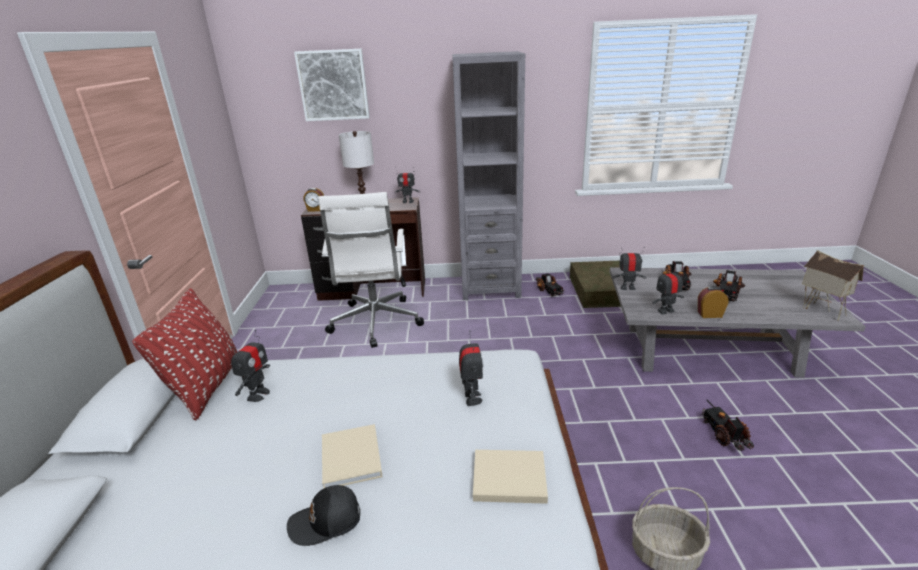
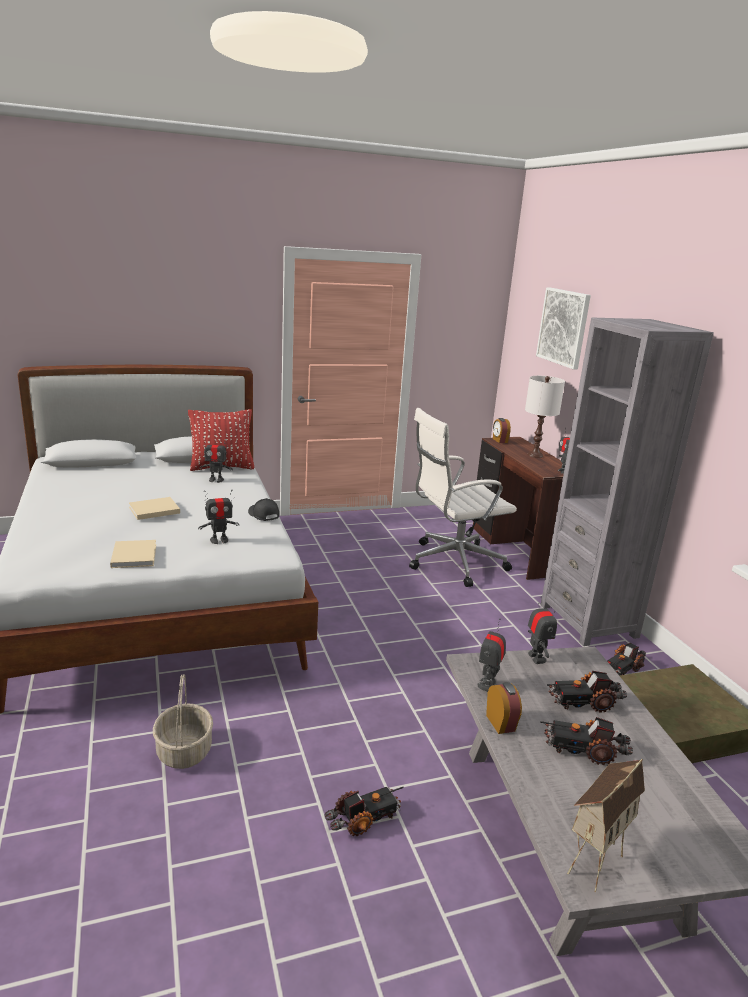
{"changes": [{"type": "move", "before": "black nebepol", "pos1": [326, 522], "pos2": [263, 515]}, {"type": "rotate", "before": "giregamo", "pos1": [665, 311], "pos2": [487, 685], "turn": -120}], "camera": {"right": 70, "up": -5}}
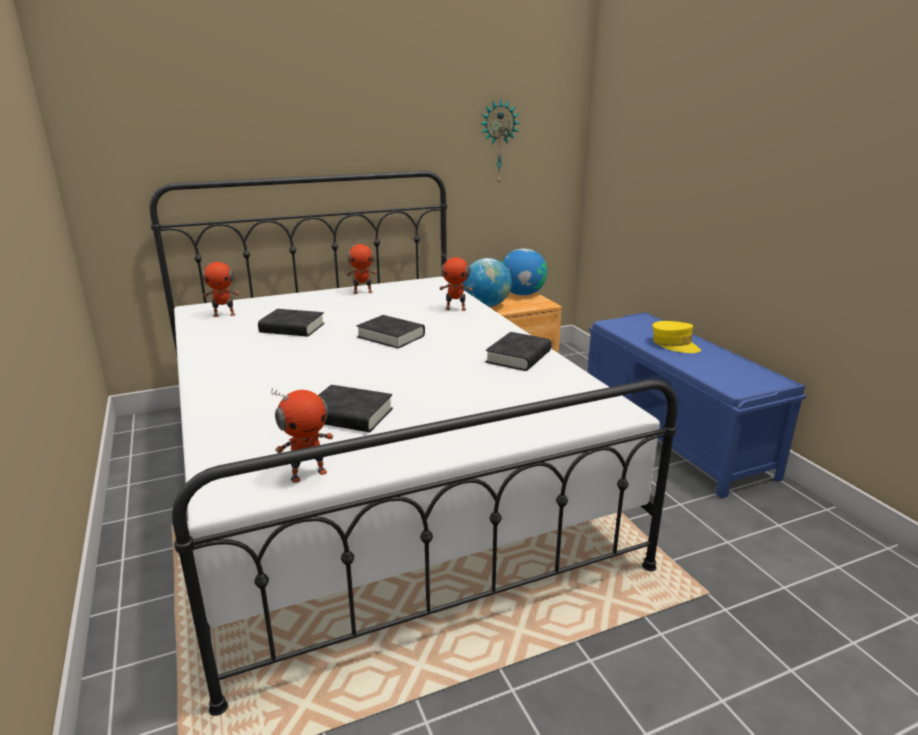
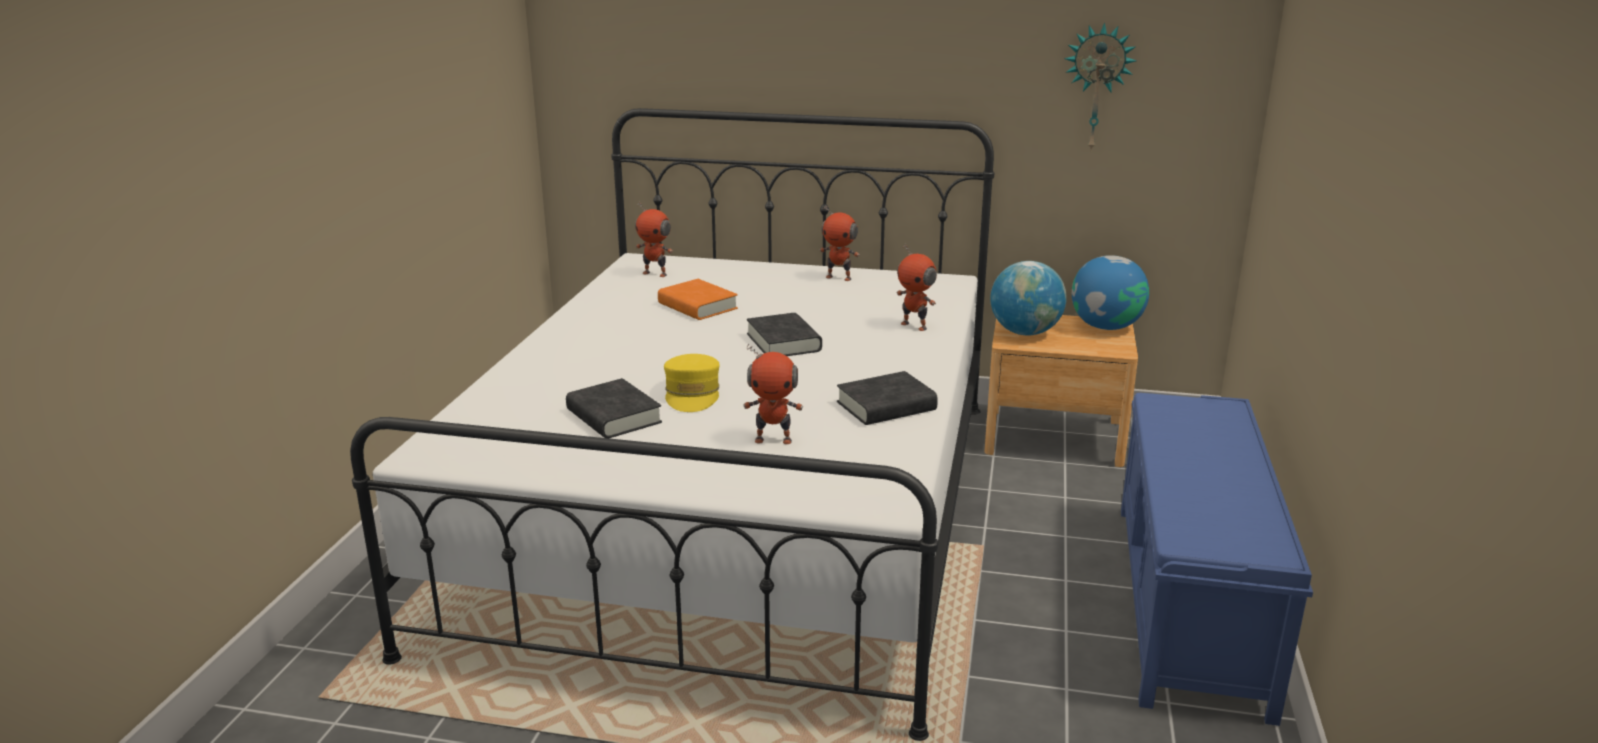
{"changes": [{"type": "recolor", "before": "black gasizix", "after": "orange gasizix", "pos1": [292, 328], "pos2": [697, 306]}, {"type": "move", "before": "yellow nebepol", "pos1": [674, 344], "pos2": [692, 394]}, {"type": "move", "before": "giregamo", "pos1": [308, 474], "pos2": [773, 440]}], "camera": {"right": 35, "up": 0}}
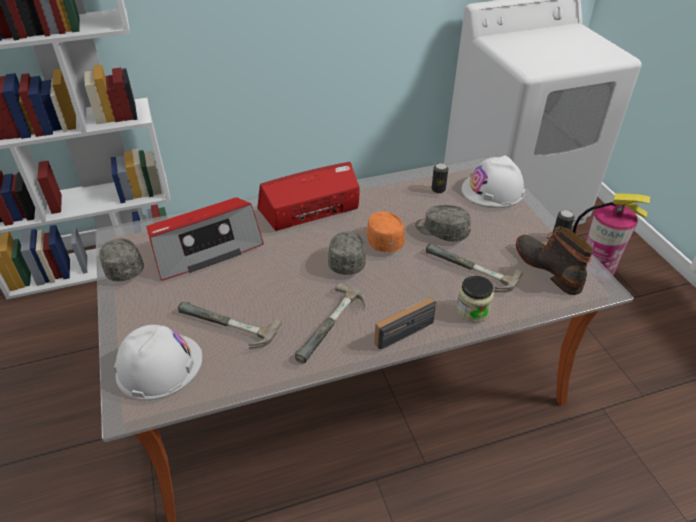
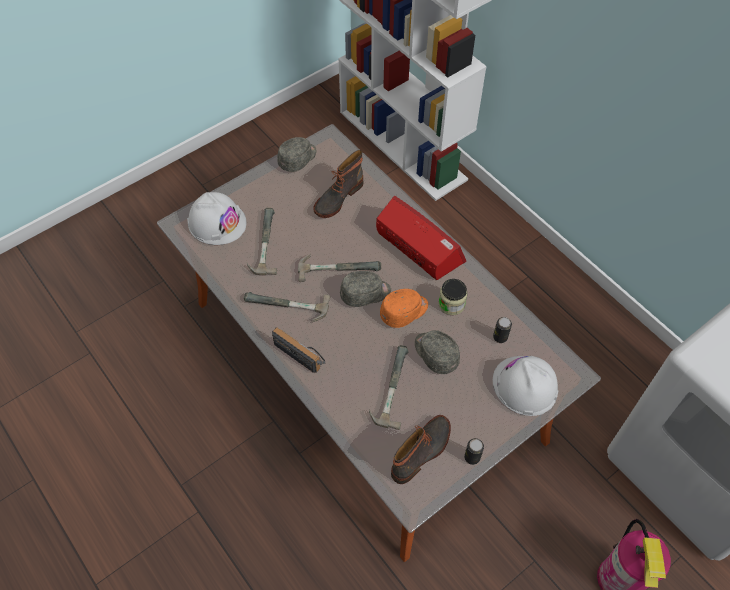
{"changes": [{"type": "insert", "after": "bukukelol", "pos2": [338, 265]}, {"type": "replace", "before": "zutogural", "after": "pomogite", "pos1": [206, 248], "pos2": [337, 197]}, {"type": "rotate", "before": "grey nebepol", "pos1": [441, 231], "pos2": [435, 354], "turn": -45}, {"type": "move", "before": "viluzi", "pos1": [472, 311], "pos2": [451, 304]}], "camera": {"right": 70, "up": 15}}
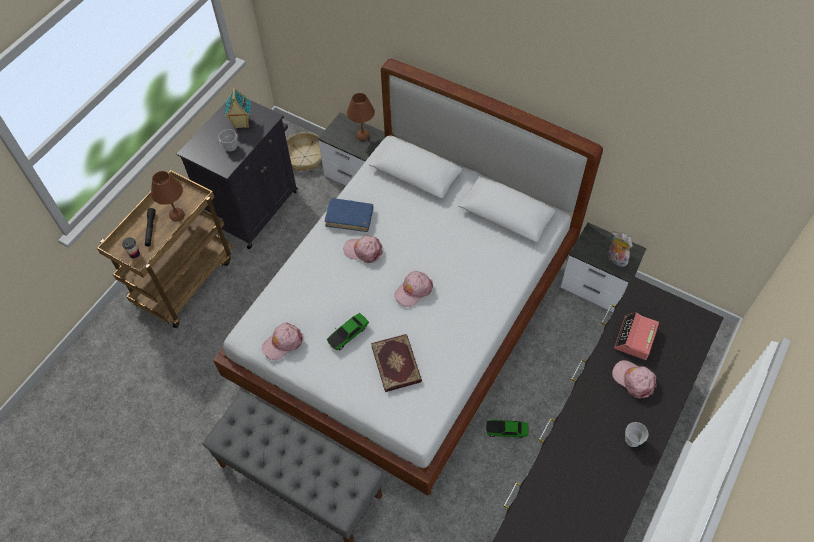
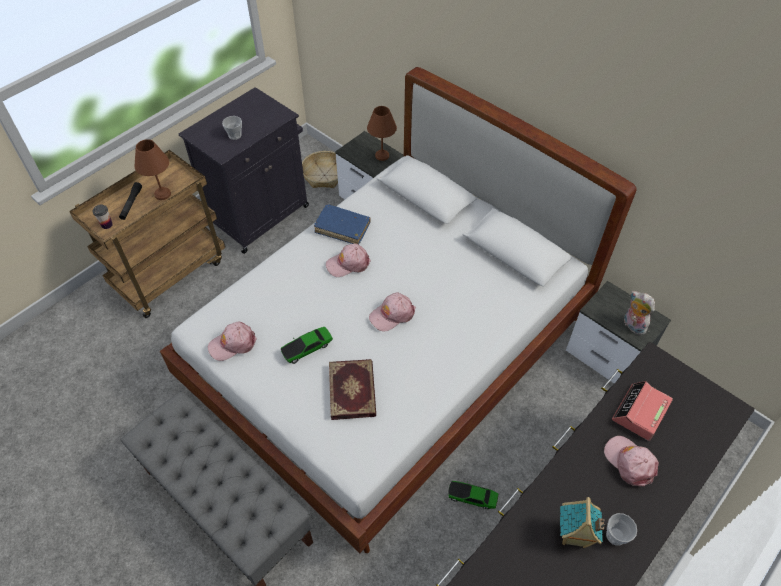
{"changes": [{"type": "rotate", "before": "pink nebepol", "pos1": [363, 250], "pos2": [348, 263], "turn": -45}, {"type": "move", "before": "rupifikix", "pos1": [241, 123], "pos2": [573, 536]}], "camera": {"right": 10, "up": -5}}
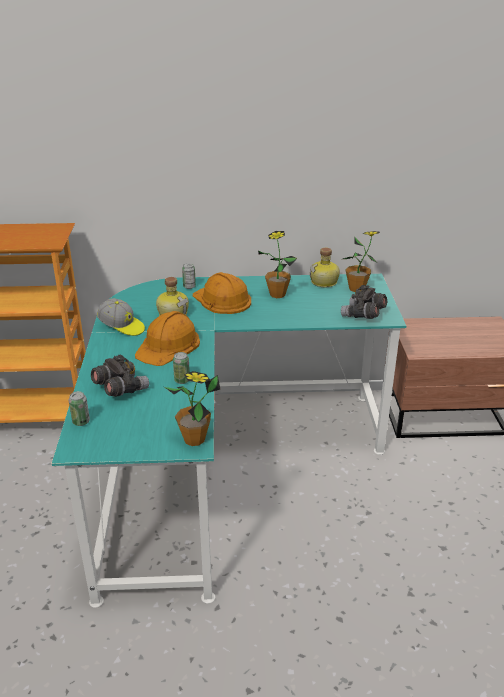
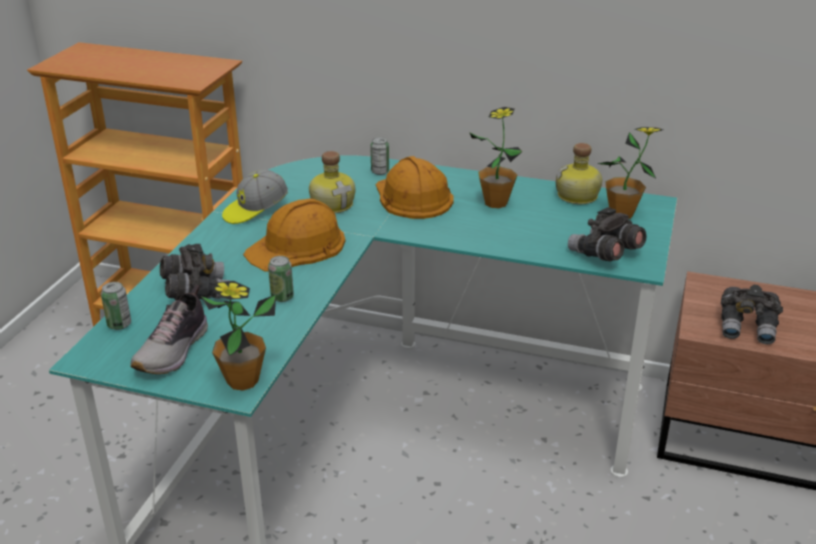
{"changes": [{"type": "insert", "after": "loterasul", "pos2": [174, 350]}, {"type": "rotate", "before": "nebepol", "pos1": [122, 327], "pos2": [255, 210], "turn": 90}, {"type": "insert", "after": "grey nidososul", "pos2": [747, 327]}], "camera": {"right": 20, "up": 0}}
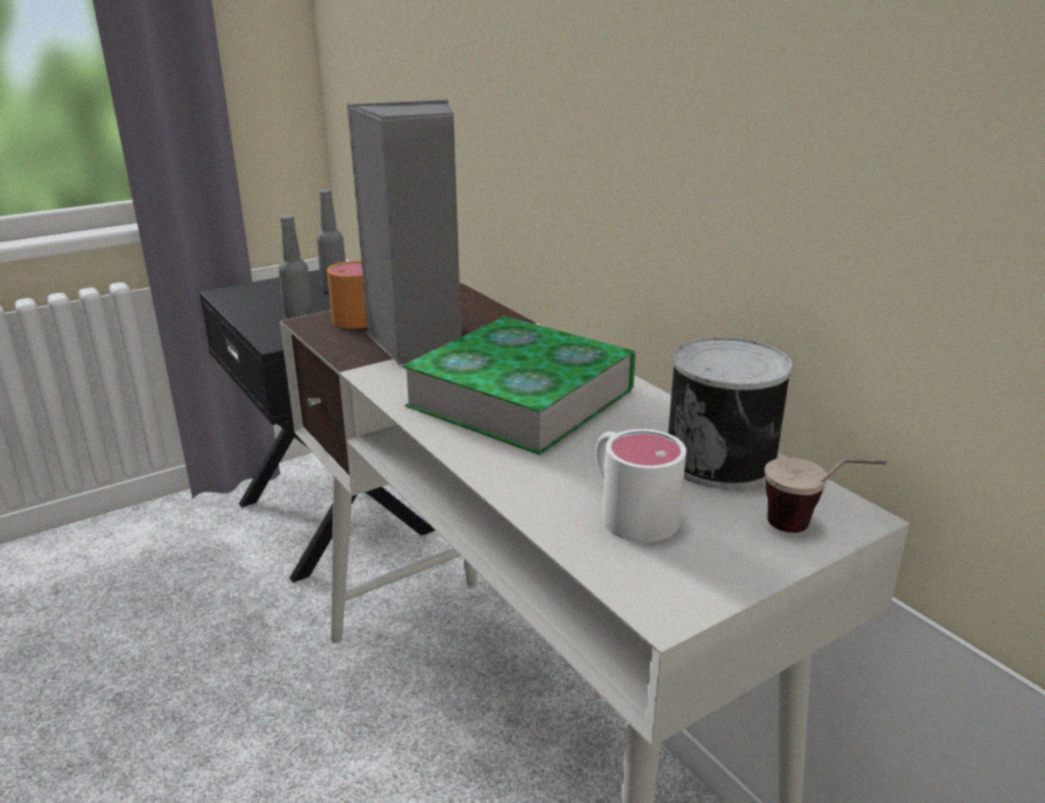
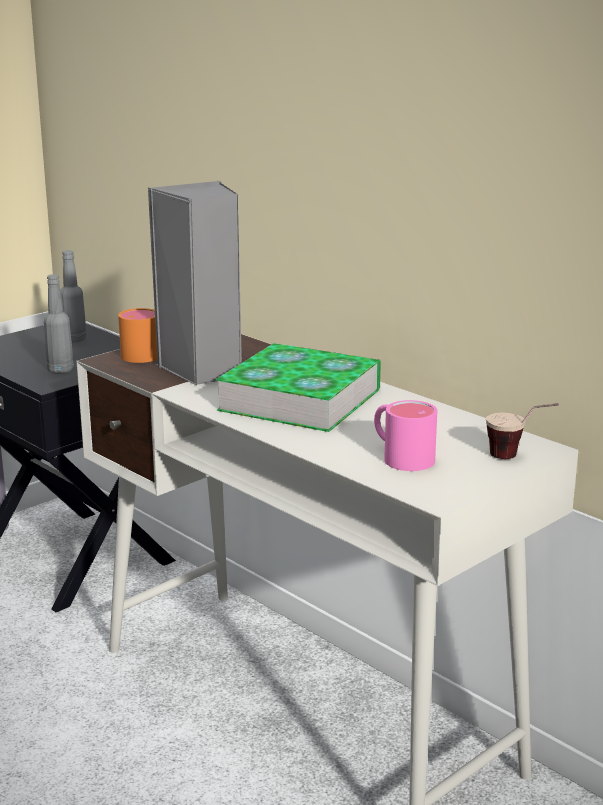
{"changes": [{"type": "recolor", "before": "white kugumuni", "after": "pink kugumuni", "pos1": [629, 510], "pos2": [400, 456]}, {"type": "delete", "before": "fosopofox", "pos1": [722, 459]}], "camera": {"right": -10, "up": -5}}
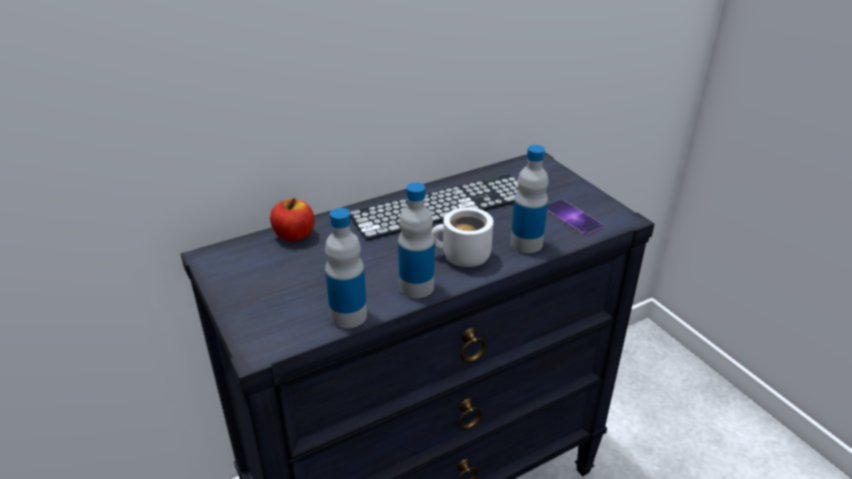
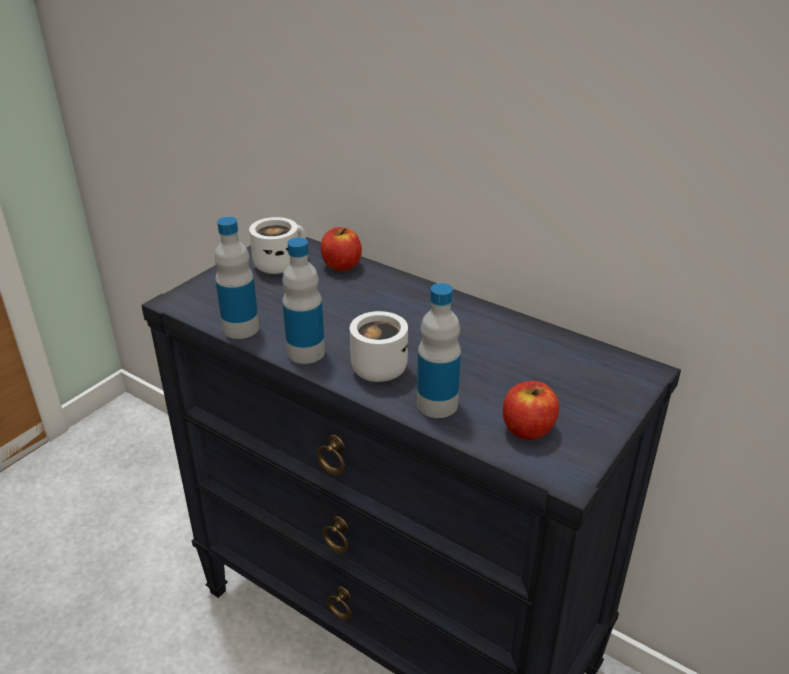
{"changes": [{"type": "insert", "after": "white kugumuni", "pos2": [279, 263]}, {"type": "replace", "before": "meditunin", "after": "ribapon", "pos1": [572, 217], "pos2": [527, 429]}, {"type": "delete", "before": "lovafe", "pos1": [443, 206]}], "camera": {"right": 65, "up": 0}}
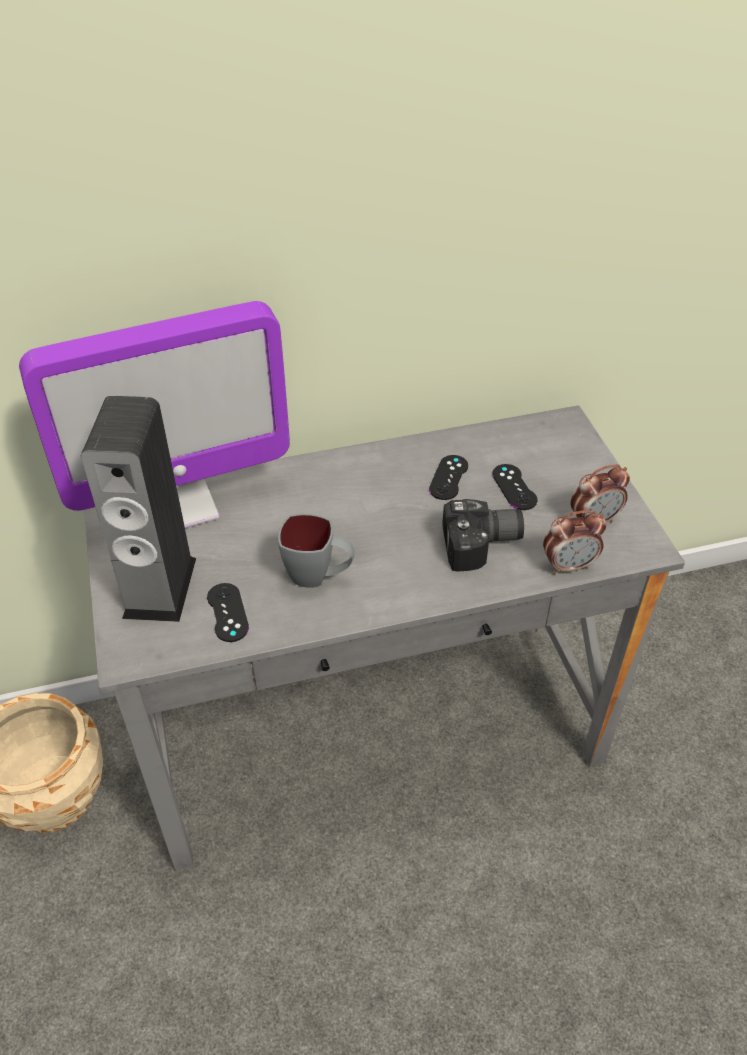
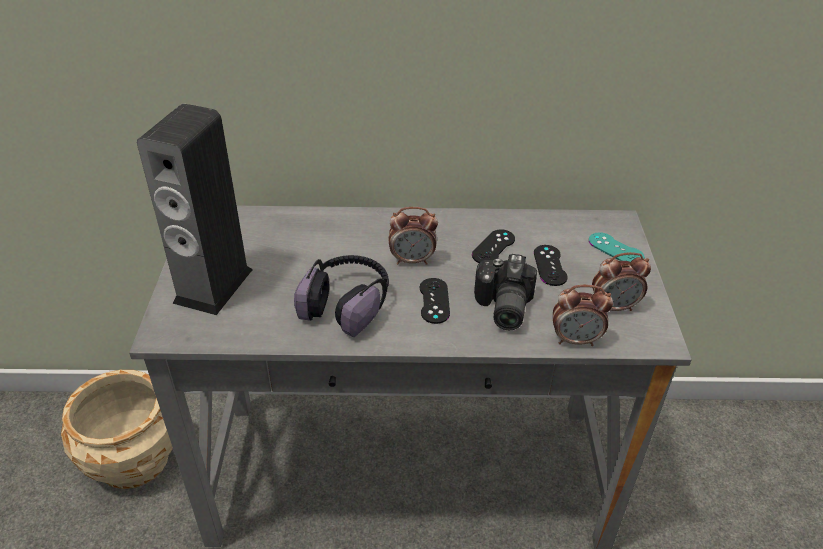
{"changes": [{"type": "replace", "before": "grey kugumuni", "after": "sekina", "pos1": [318, 577], "pos2": [347, 304]}, {"type": "insert", "after": "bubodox", "pos2": [412, 260]}, {"type": "move", "before": "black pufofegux", "pos1": [227, 612], "pos2": [434, 301]}, {"type": "rotate", "before": "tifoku", "pos1": [482, 546], "pos2": [501, 307], "turn": 90}, {"type": "insert", "after": "turquoise pufofegux", "pos2": [616, 249]}, {"type": "delete", "before": "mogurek", "pos1": [184, 505]}], "camera": {"right": 15, "up": -5}}
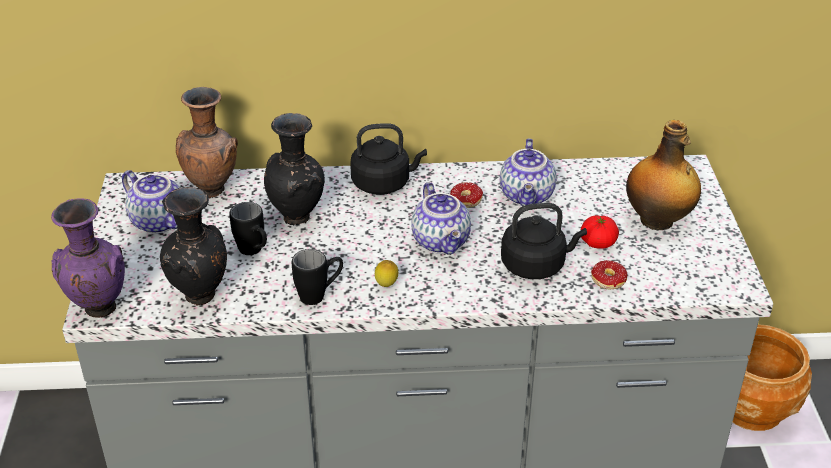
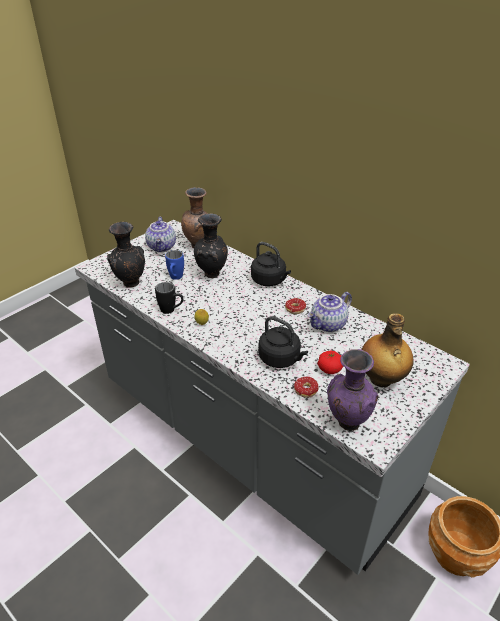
{"changes": [{"type": "recolor", "before": "black kugumuni", "after": "blue kugumuni", "pos1": [254, 252], "pos2": [175, 278]}, {"type": "move", "before": "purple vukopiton", "pos1": [98, 310], "pos2": [346, 423]}, {"type": "delete", "before": "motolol", "pos1": [442, 242]}], "camera": {"right": 45, "up": 0}}
